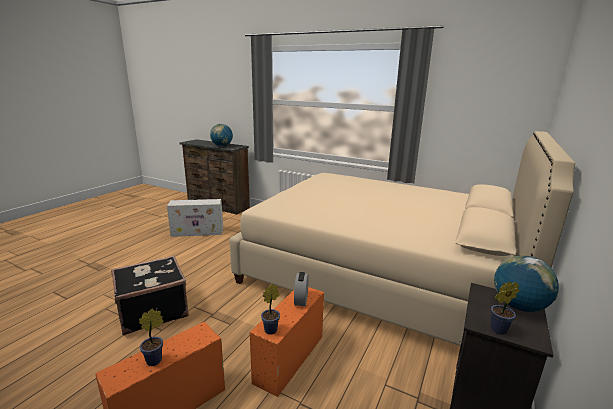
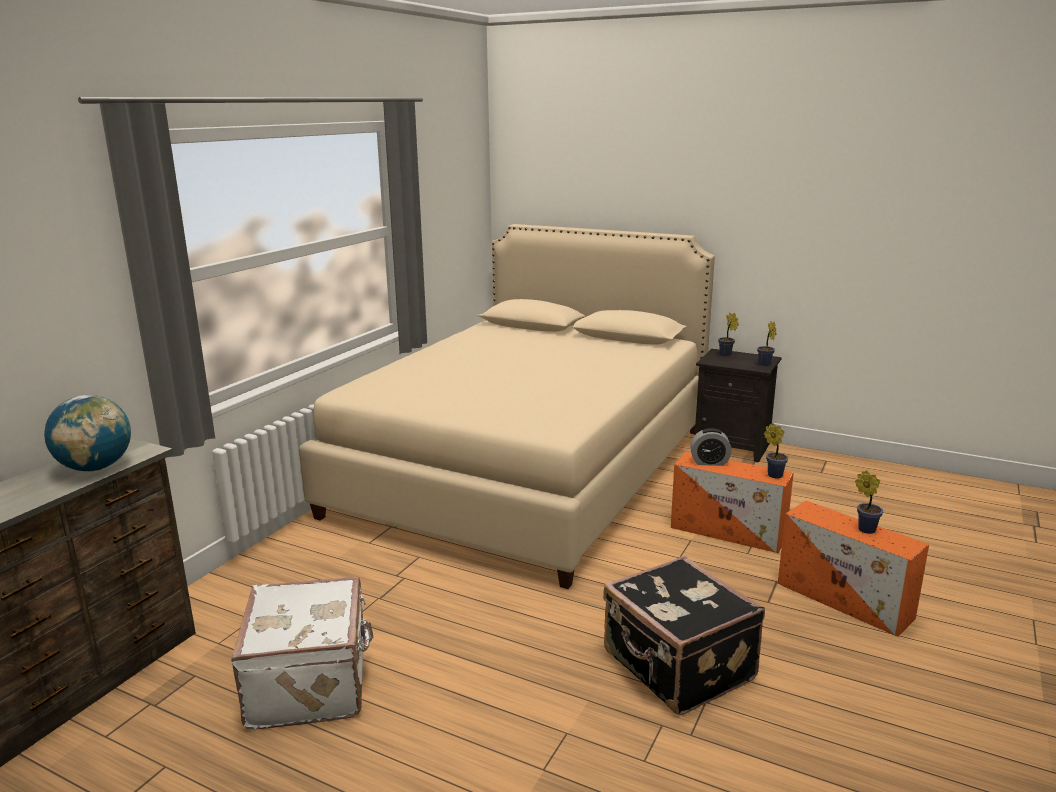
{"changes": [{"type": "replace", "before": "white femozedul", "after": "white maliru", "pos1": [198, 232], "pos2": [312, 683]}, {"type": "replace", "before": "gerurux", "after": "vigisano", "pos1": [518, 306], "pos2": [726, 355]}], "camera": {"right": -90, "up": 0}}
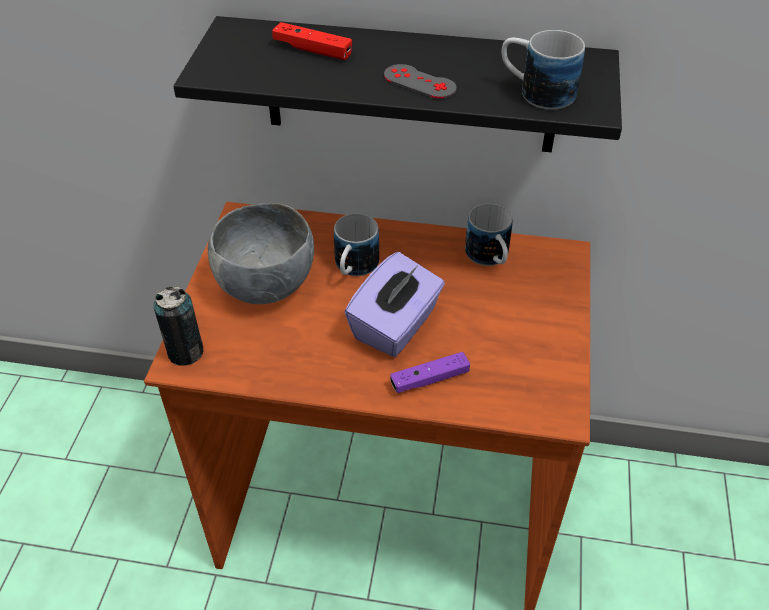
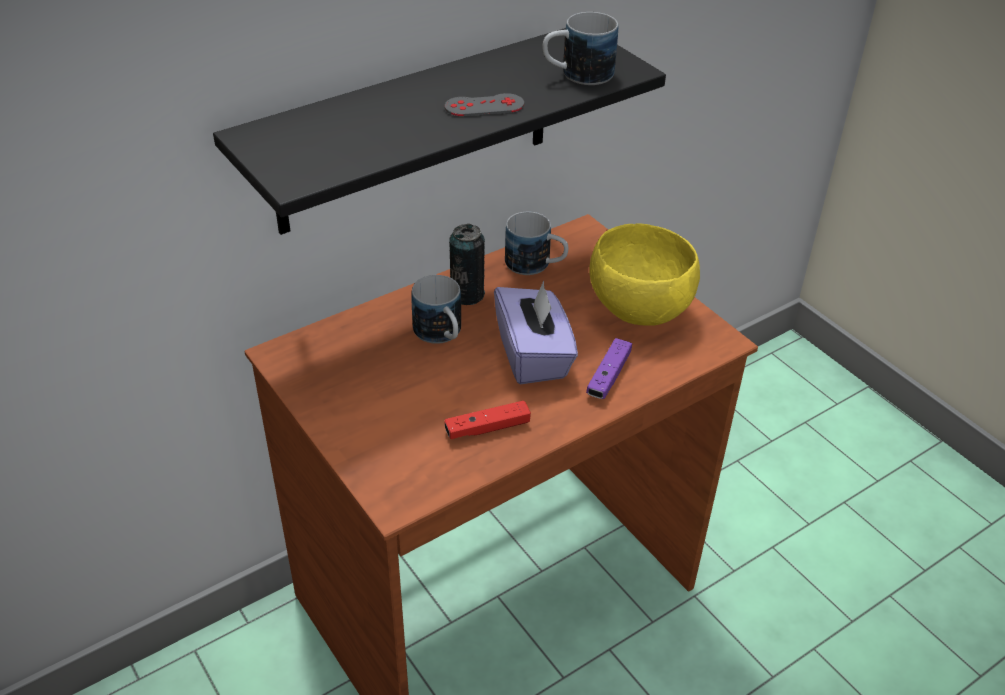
{"changes": [{"type": "move", "before": "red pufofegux", "pos1": [312, 50], "pos2": [487, 428]}, {"type": "move", "before": "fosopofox", "pos1": [185, 352], "pos2": [467, 294]}, {"type": "insert", "after": "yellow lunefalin", "pos2": [639, 312]}, {"type": "delete", "before": "grey lunefalin", "pos1": [265, 286]}], "camera": {"right": -45, "up": -5}}
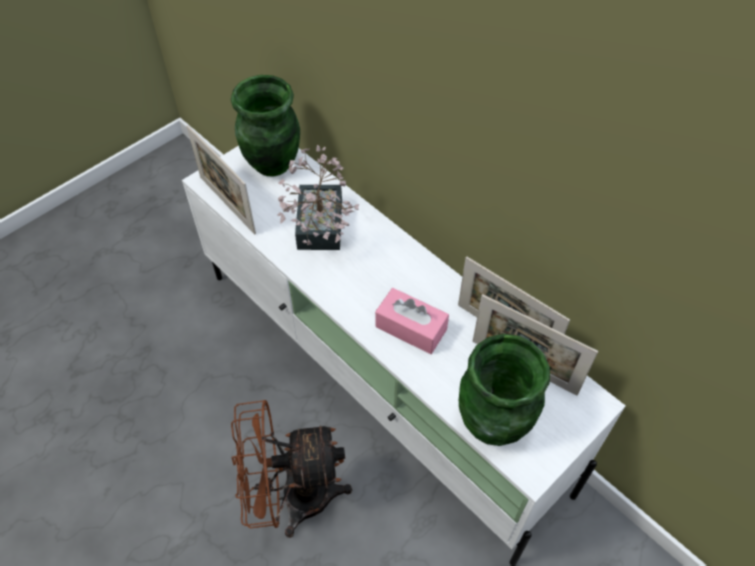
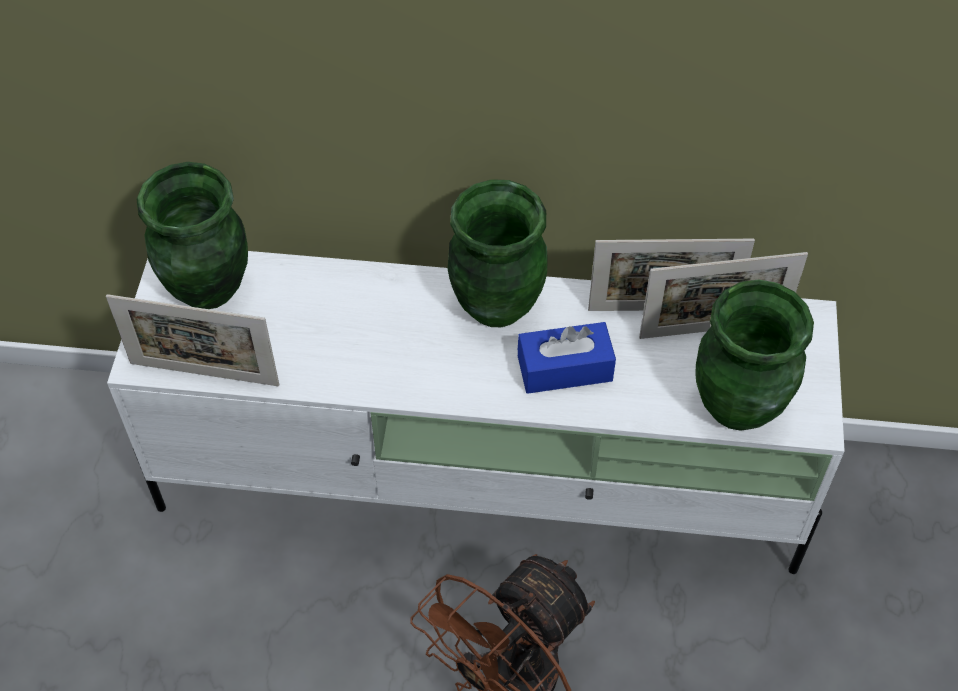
{"changes": [{"type": "insert", "after": "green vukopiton", "pos2": [496, 304]}, {"type": "recolor", "before": "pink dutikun", "after": "blue dutikun", "pos1": [411, 328], "pos2": [564, 368]}, {"type": "delete", "before": "vigisano", "pos1": [318, 231]}], "camera": {"right": -40, "up": 0}}
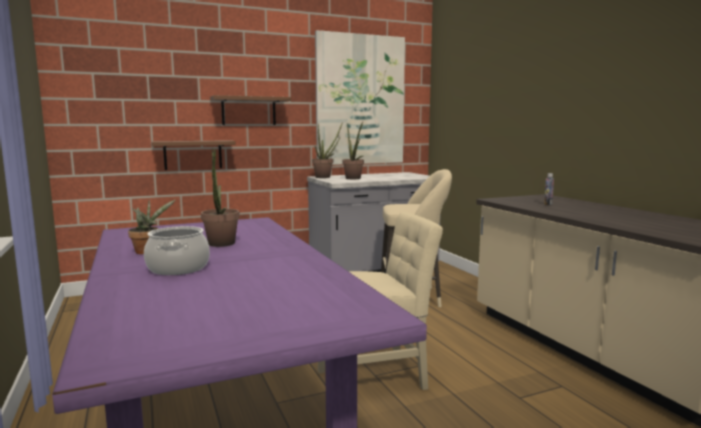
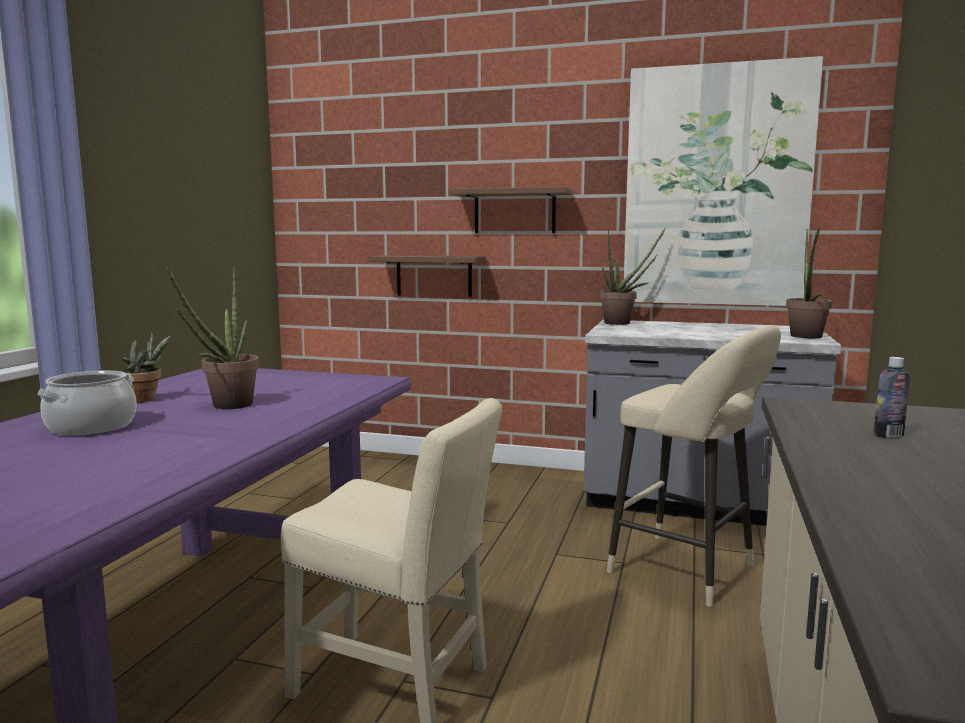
{"changes": [{"type": "move", "before": "vigisano", "pos1": [354, 179], "pos2": [806, 337]}], "camera": {"right": 40, "up": 0}}
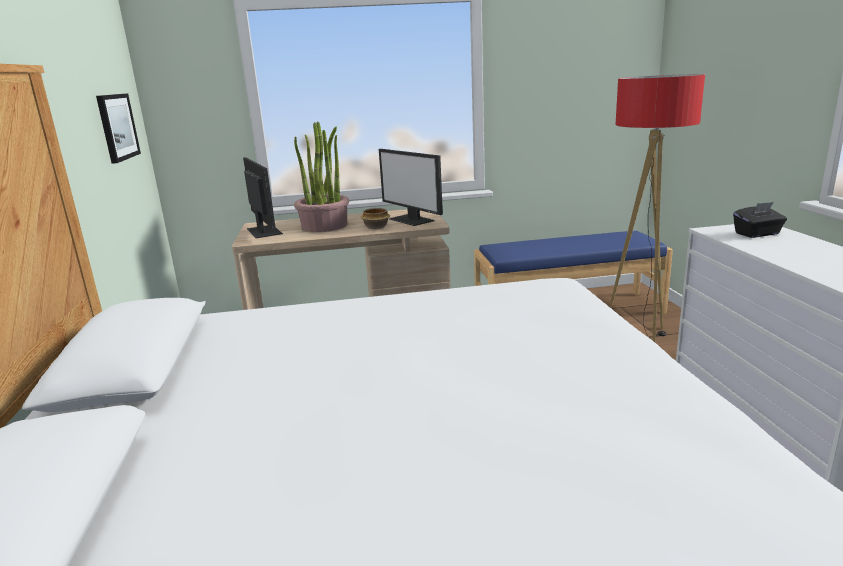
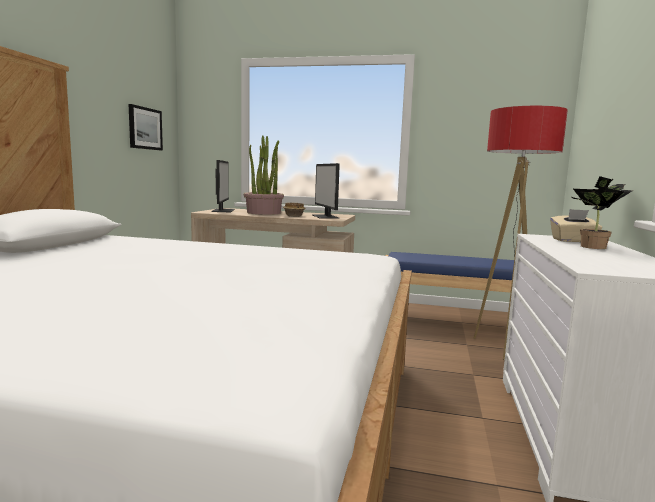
{"changes": [{"type": "recolor", "before": "black dutikun", "after": "beige dutikun", "pos1": [757, 234], "pos2": [573, 241]}, {"type": "insert", "after": "vigisano", "pos2": [592, 247]}], "camera": {"right": 20, "up": -10}}
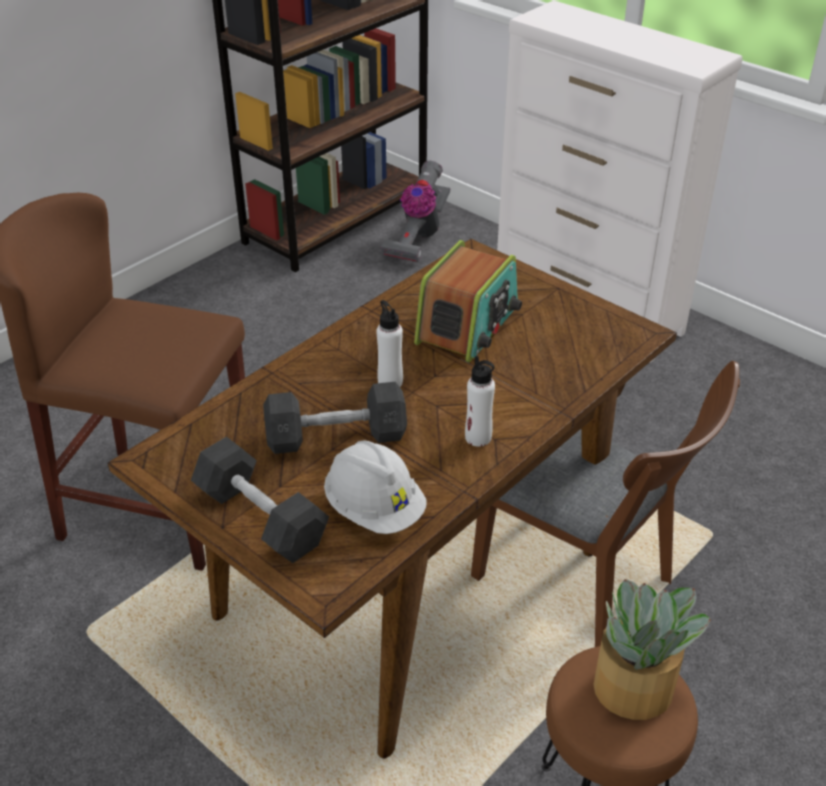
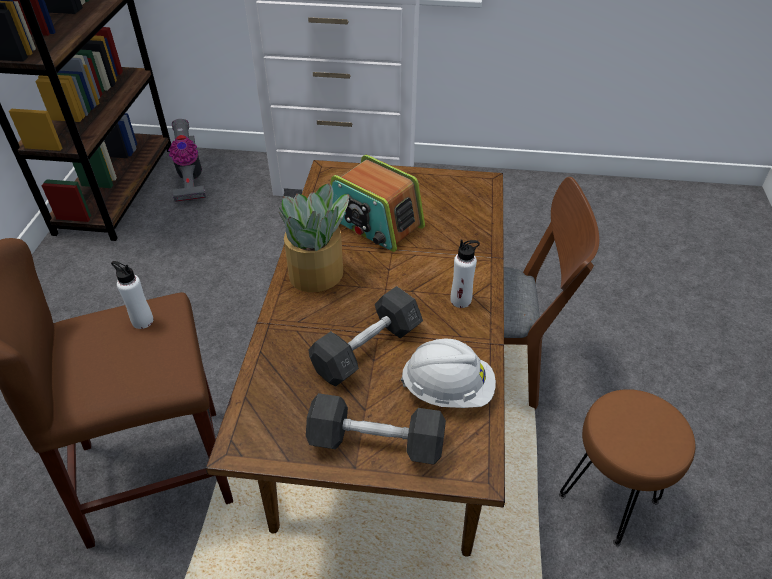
{"changes": [{"type": "move", "before": "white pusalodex", "pos1": [390, 382], "pos2": [142, 321]}, {"type": "move", "before": "vigisano", "pos1": [634, 689], "pos2": [317, 274]}, {"type": "rotate", "before": "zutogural", "pos1": [468, 325], "pos2": [374, 223], "turn": 135}], "camera": {"right": -35, "up": 5}}
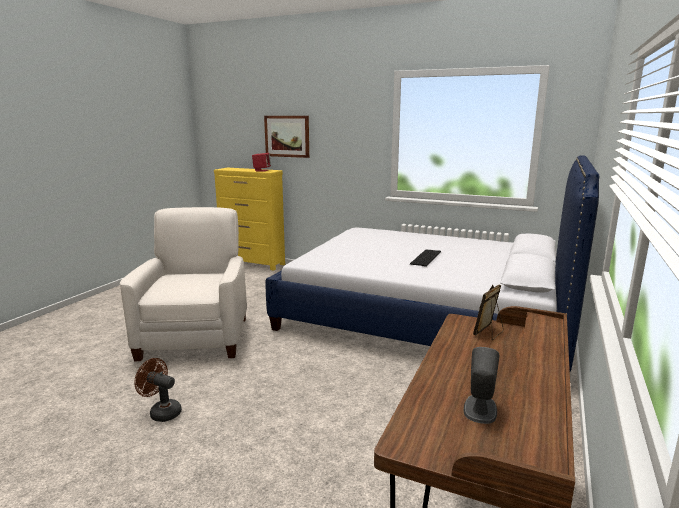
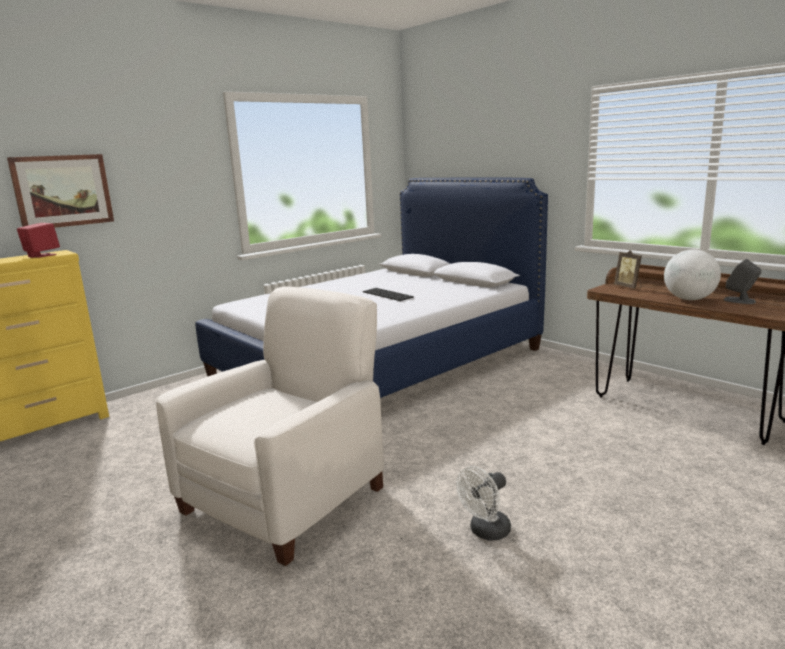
{"changes": [{"type": "rotate", "before": "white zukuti", "pos1": [195, 337], "pos2": [286, 498], "turn": 105}, {"type": "recolor", "before": "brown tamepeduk", "after": "white tamepeduk", "pos1": [161, 412], "pos2": [485, 532]}, {"type": "insert", "after": "gerurux", "pos2": [689, 299]}], "camera": {"right": -65, "up": 0}}
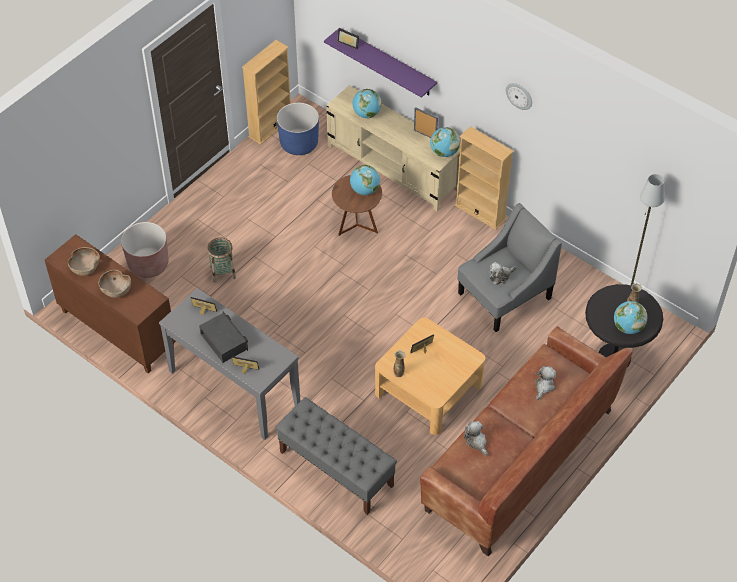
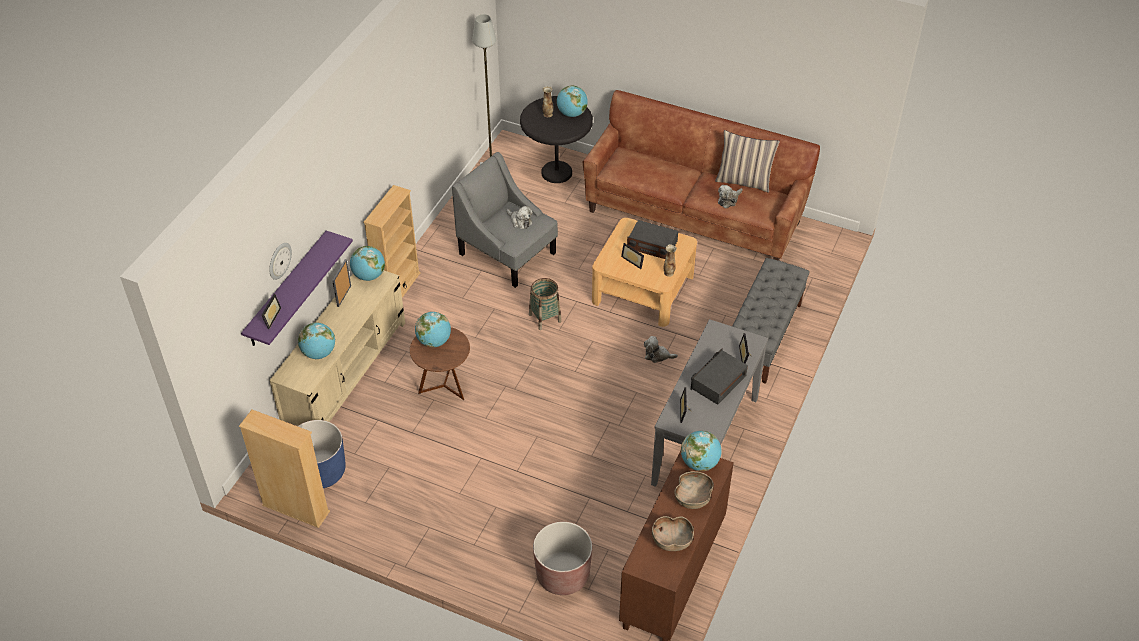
{"changes": [{"type": "move", "before": "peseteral", "pos1": [519, 95], "pos2": [279, 260]}, {"type": "move", "before": "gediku", "pos1": [222, 272], "pos2": [545, 318]}, {"type": "insert", "after": "zutogural", "pos2": [652, 245]}, {"type": "move", "before": "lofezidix", "pos1": [543, 386], "pos2": [657, 355]}, {"type": "insert", "after": "gerurux", "pos2": [699, 463]}, {"type": "insert", "after": "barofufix", "pos2": [744, 181]}], "camera": {"right": -105, "up": -5}}
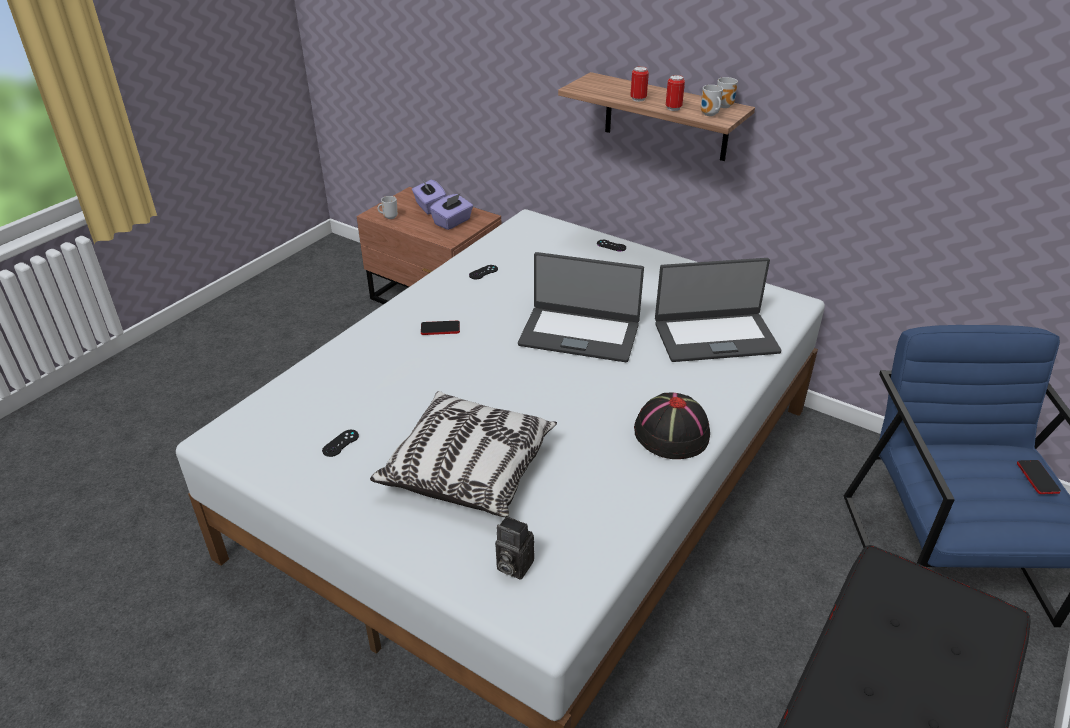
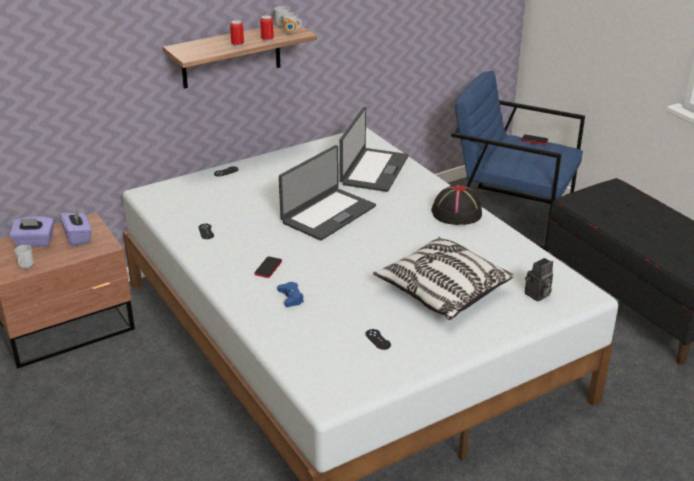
{"changes": [{"type": "insert", "after": "blue pufofegux", "pos2": [291, 298]}], "camera": {"right": -65, "up": -5}}
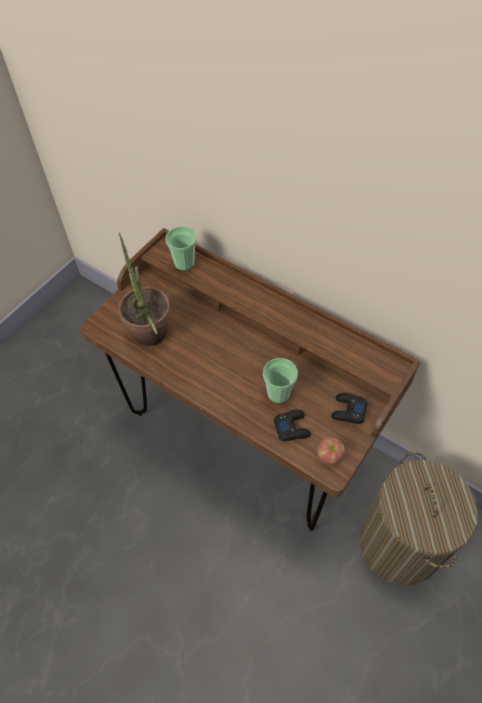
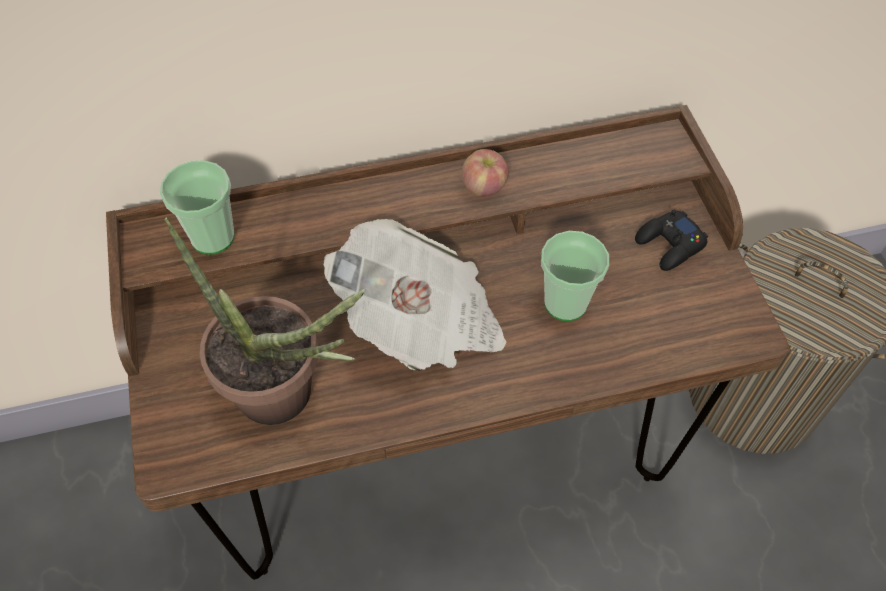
{"changes": [{"type": "insert", "after": "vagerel", "pos2": [421, 322]}, {"type": "move", "before": "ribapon", "pos1": [329, 456], "pos2": [484, 187]}, {"type": "delete", "before": "black pufofegux", "pos1": [292, 427]}], "camera": {"right": -50, "up": 0}}
